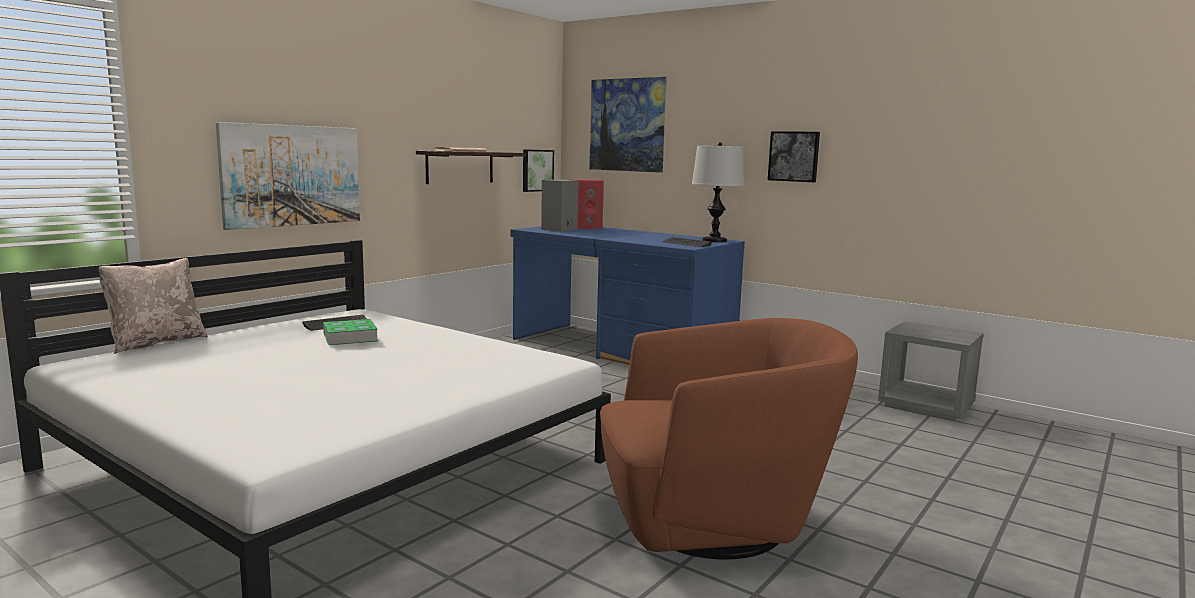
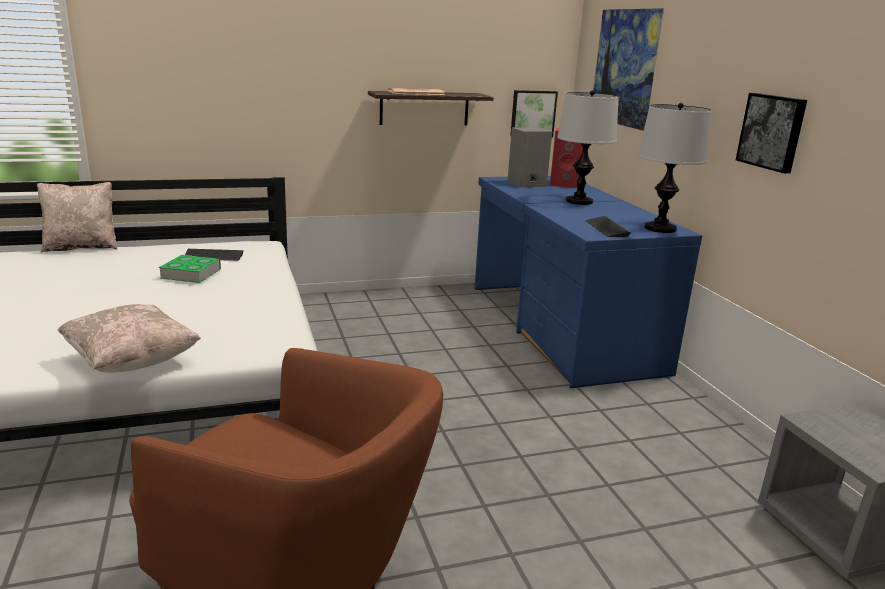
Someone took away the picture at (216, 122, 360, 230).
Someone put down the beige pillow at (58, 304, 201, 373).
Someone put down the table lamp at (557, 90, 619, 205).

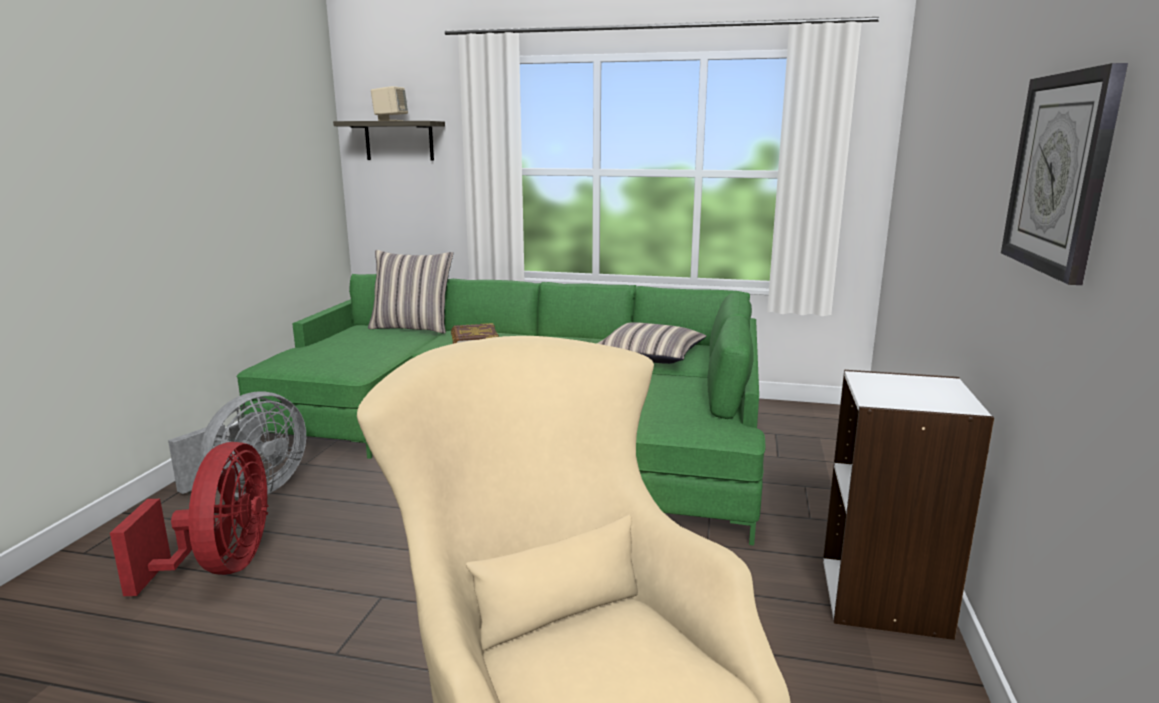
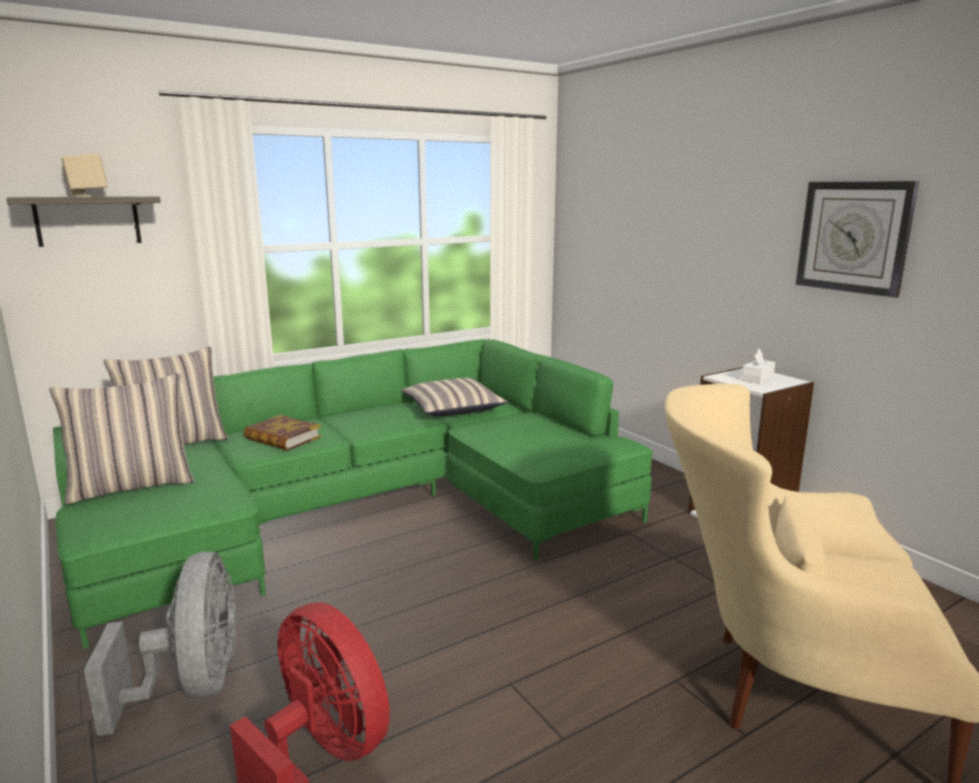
Someone put down the pillow at (49, 373, 195, 504).
Someone put down the white tissue box at (742, 349, 775, 384).

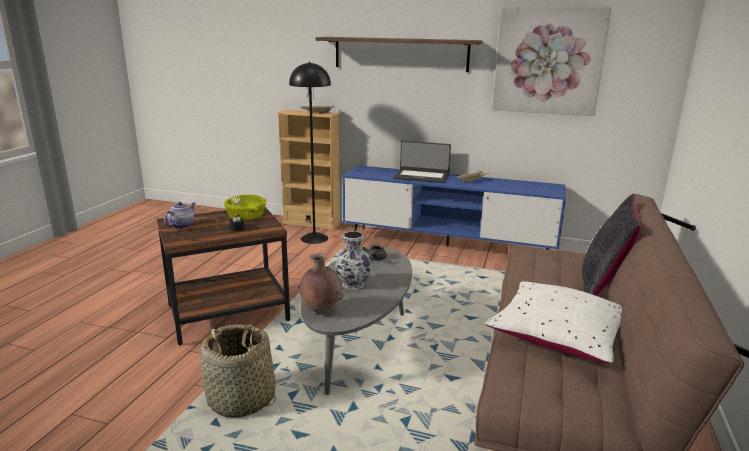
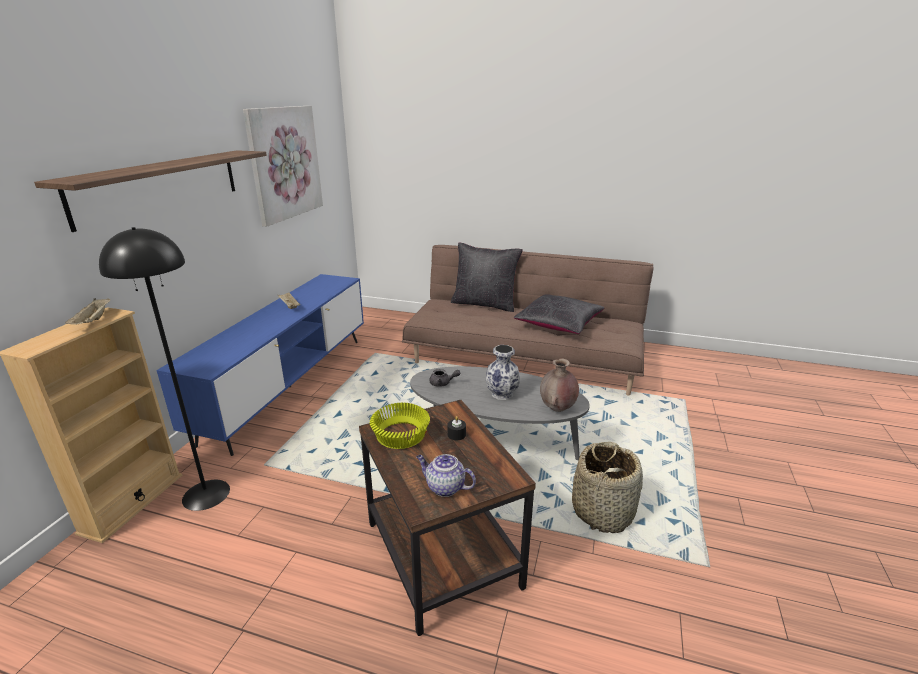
Someone took away the laptop at (393, 141, 451, 183).
Someone repainted the white pillow at (485, 281, 622, 364), which became the black pillow at (514, 294, 604, 334).

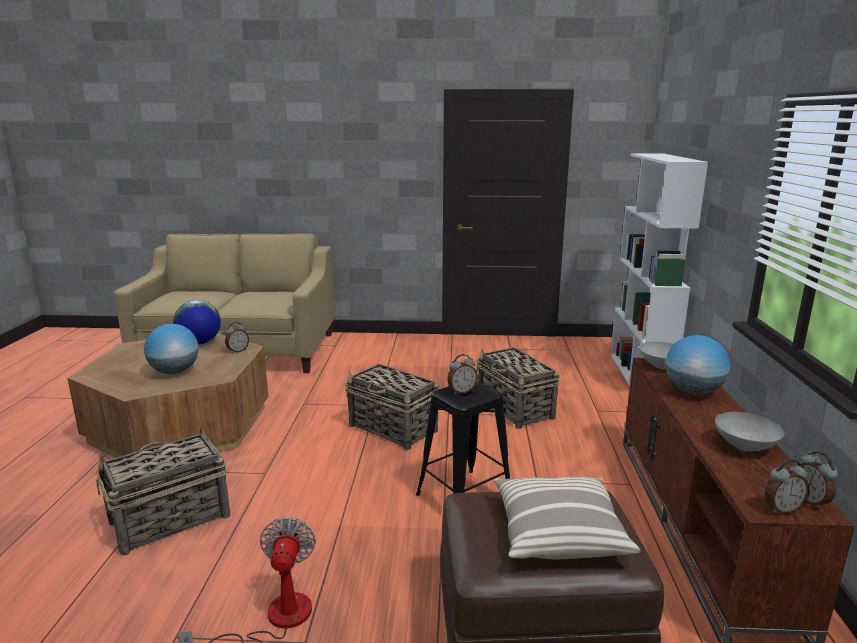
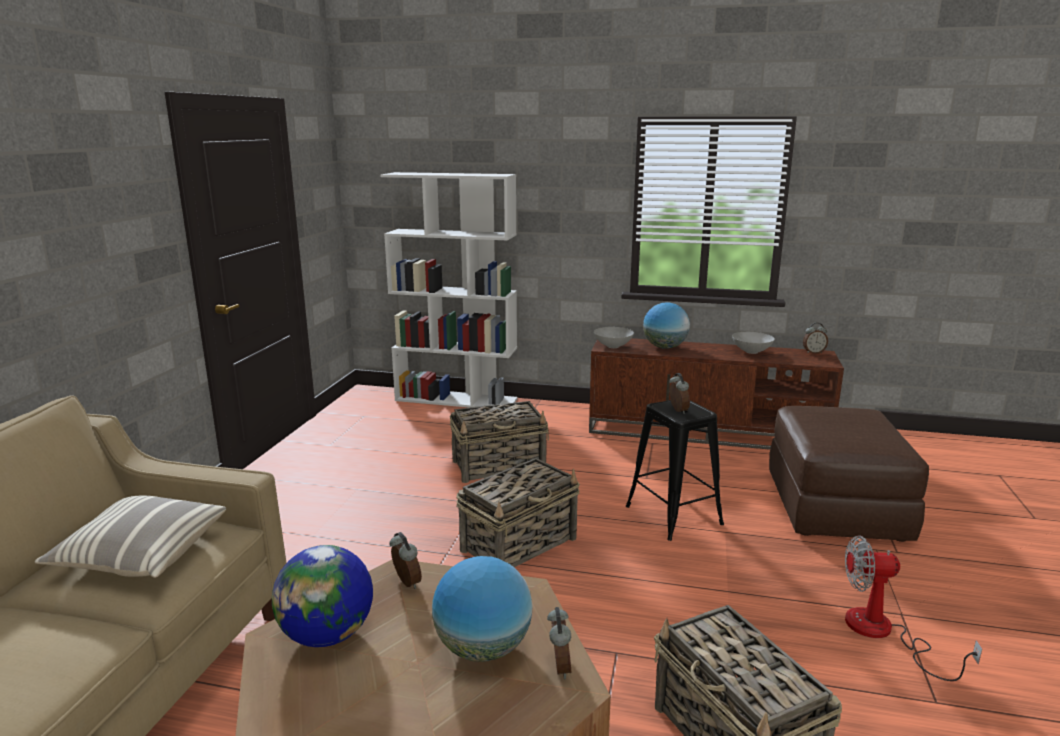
Someone carried the pillow from (494, 477, 640, 560) to (35, 496, 226, 578).
Someone carried the alarm clock from (765, 459, 809, 514) to (547, 607, 572, 679).

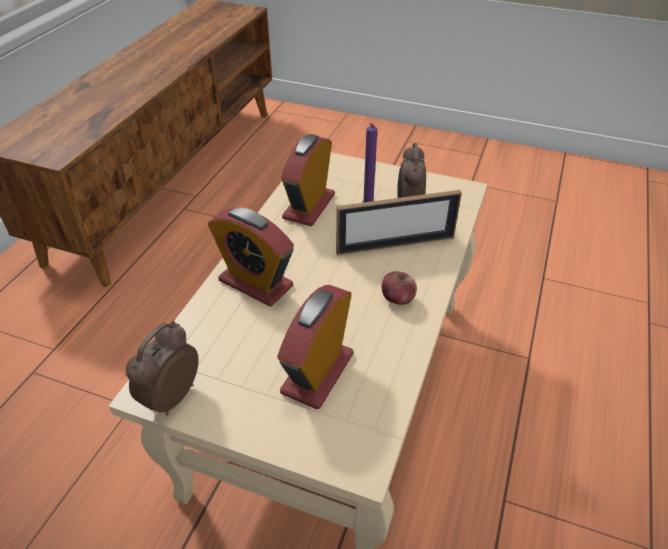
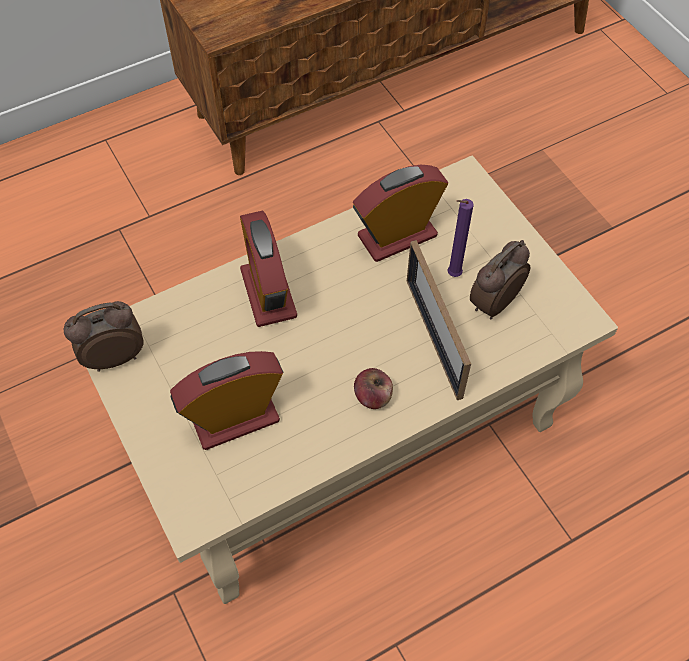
Someone rotated the picture frame at (336, 190, 462, 255) by 45 degrees clockwise.

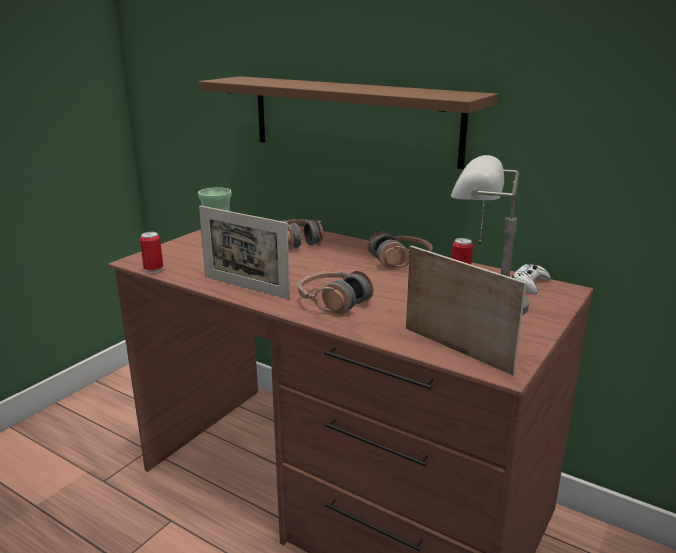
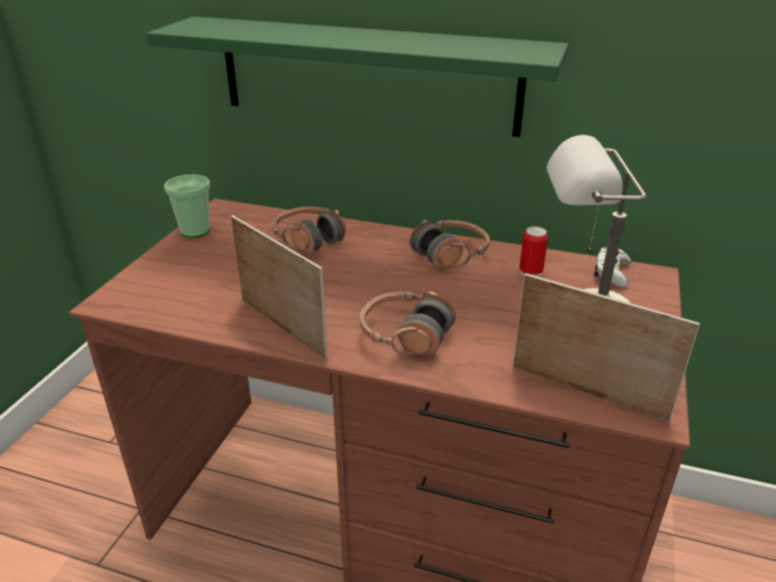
Someone took away the can at (140, 232, 163, 273).
Someone repainted the brown shelf at (199, 76, 498, 169), which became the green shelf at (146, 16, 569, 137).
Someone rotated the picture frame at (199, 206, 290, 299) by 150 degrees counterclockwise.

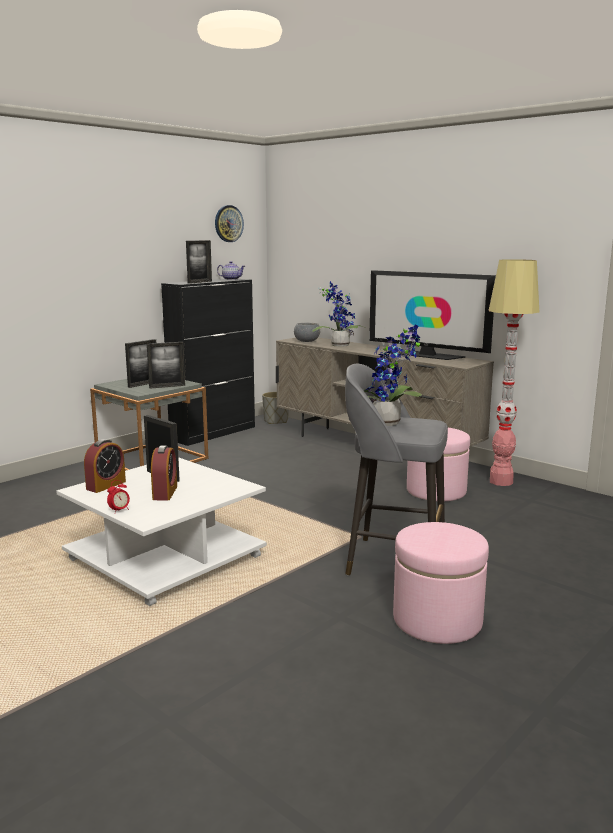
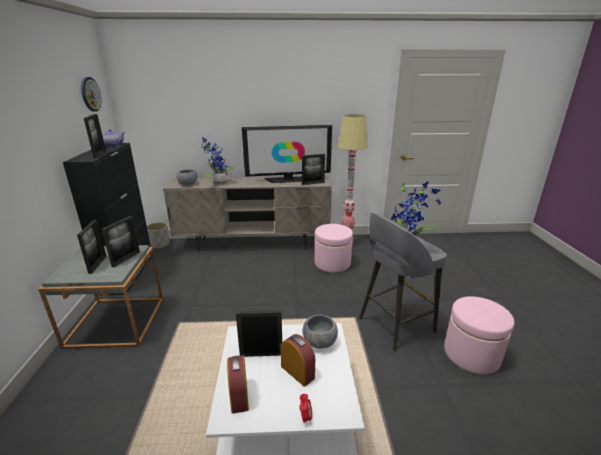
Someone put down the picture frame at (302, 154, 325, 185).
Someone put down the grey bowl at (303, 315, 338, 349).

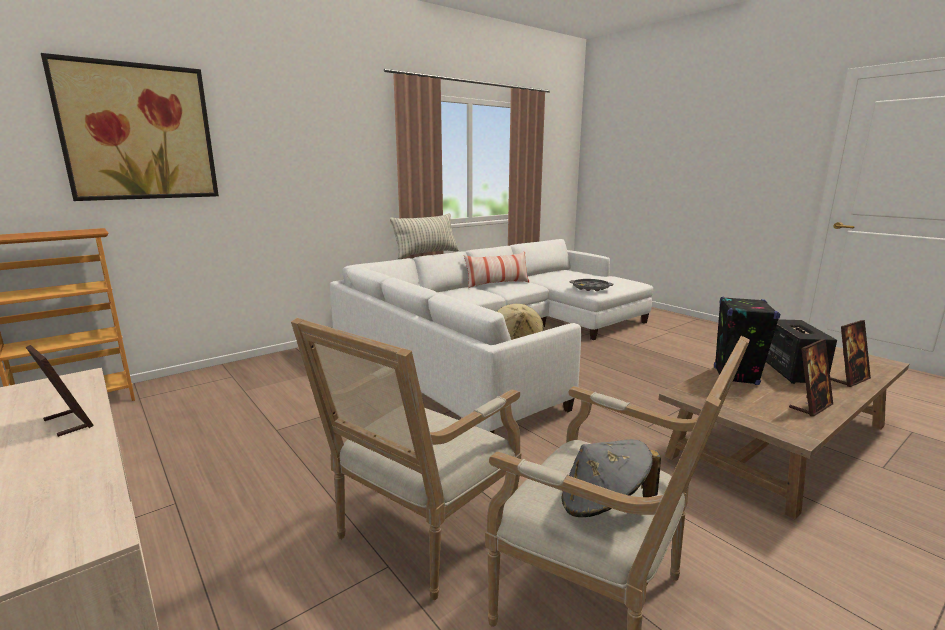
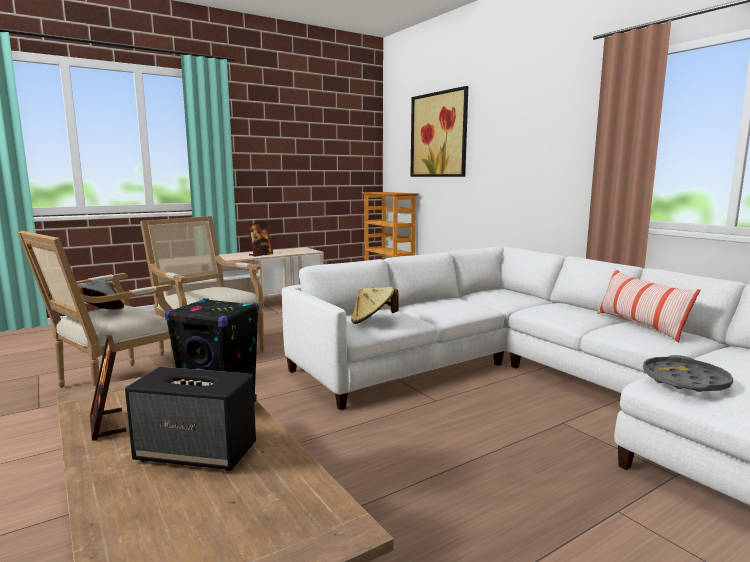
Someone took away the pillow at (390, 213, 459, 259).
Someone took away the picture frame at (830, 320, 871, 387).

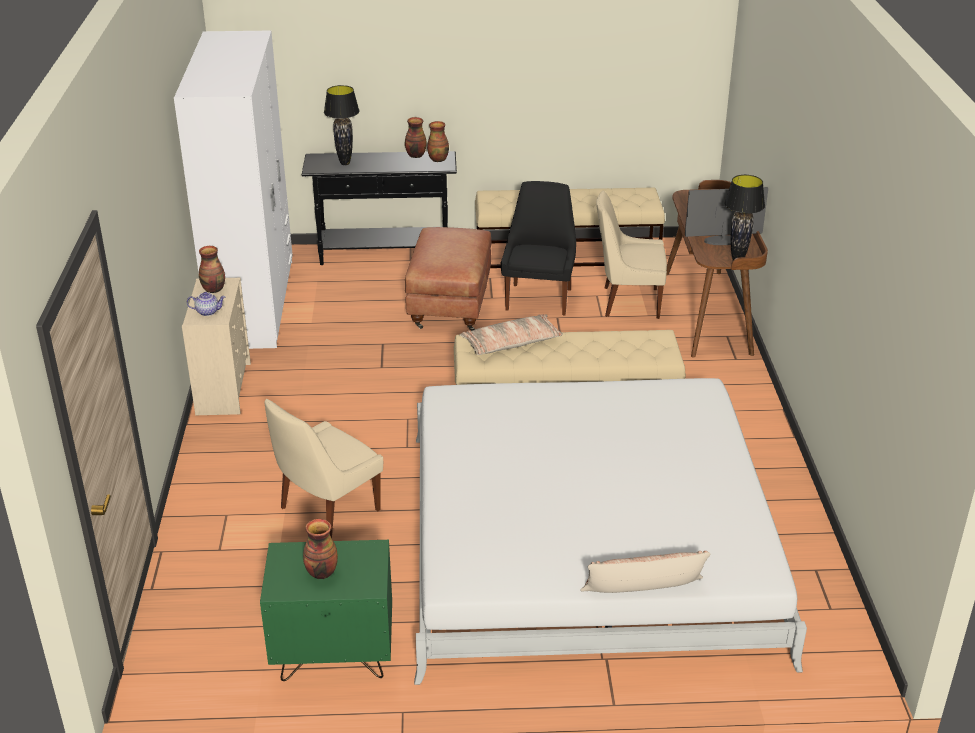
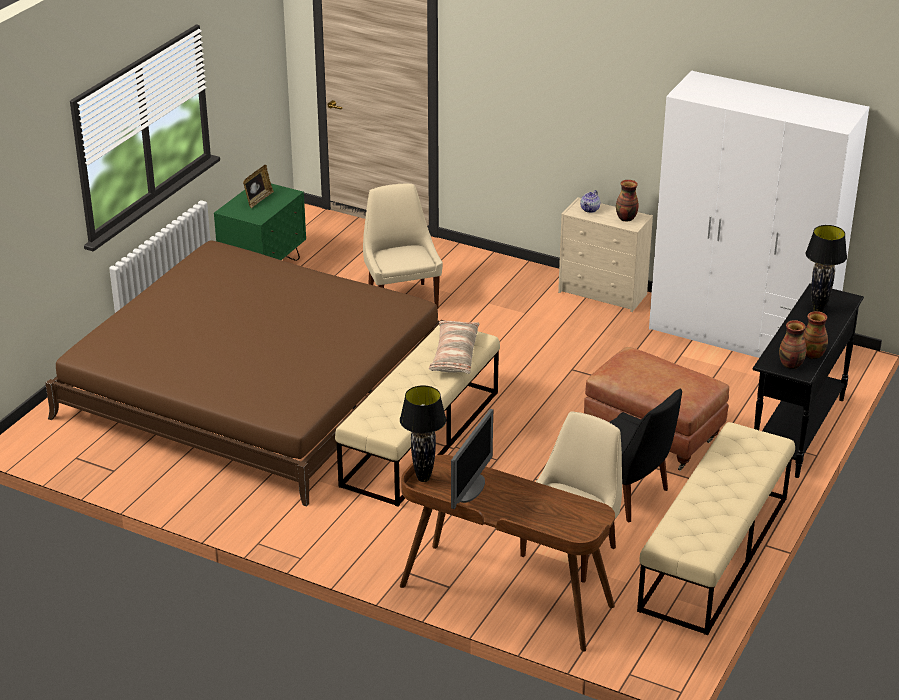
Someone swapped the vase at (303, 519, 338, 579) for the picture frame at (243, 165, 274, 208).
Someone repainted the white bed at (414, 378, 807, 685), which became the brown bed at (45, 240, 445, 507).
Someone took away the pillow at (580, 551, 710, 593).

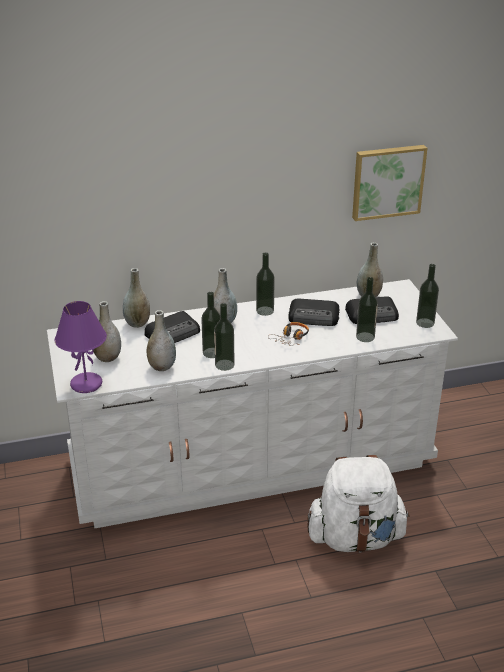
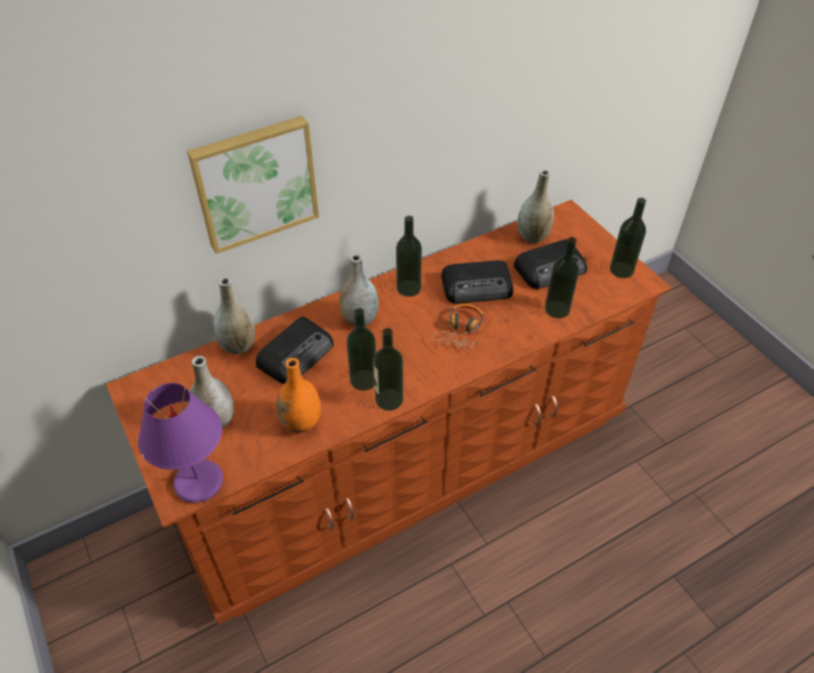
Someone repainted the white dresser at (47, 279, 458, 528), which became the brown dresser at (106, 200, 671, 625).
Someone repainted the grey vase at (146, 310, 176, 371), which became the orange vase at (276, 358, 321, 433).
Someone took away the white backpack at (307, 455, 410, 553).
Someone carried the picture from (352, 145, 427, 221) to (187, 116, 319, 254).

